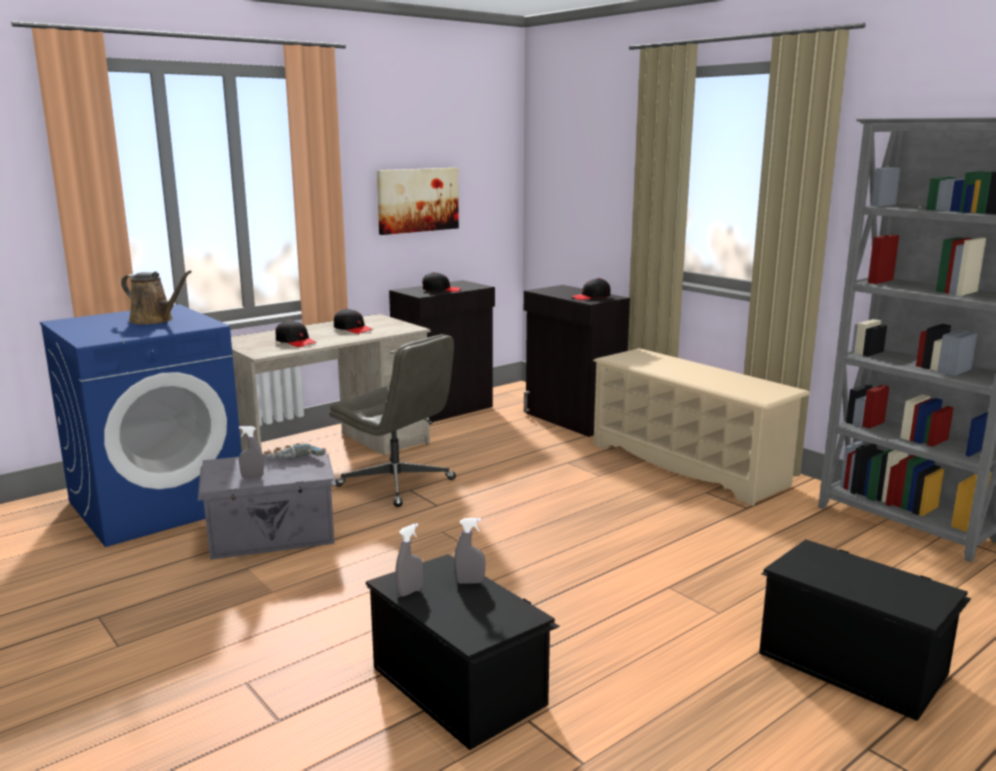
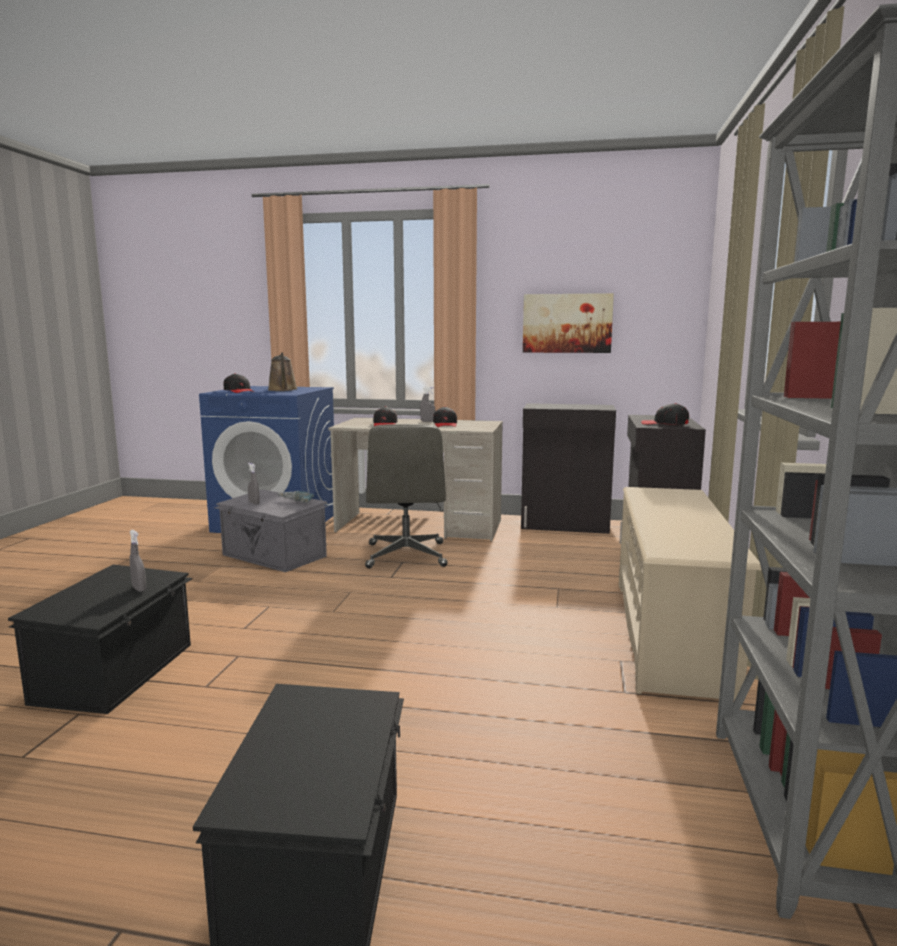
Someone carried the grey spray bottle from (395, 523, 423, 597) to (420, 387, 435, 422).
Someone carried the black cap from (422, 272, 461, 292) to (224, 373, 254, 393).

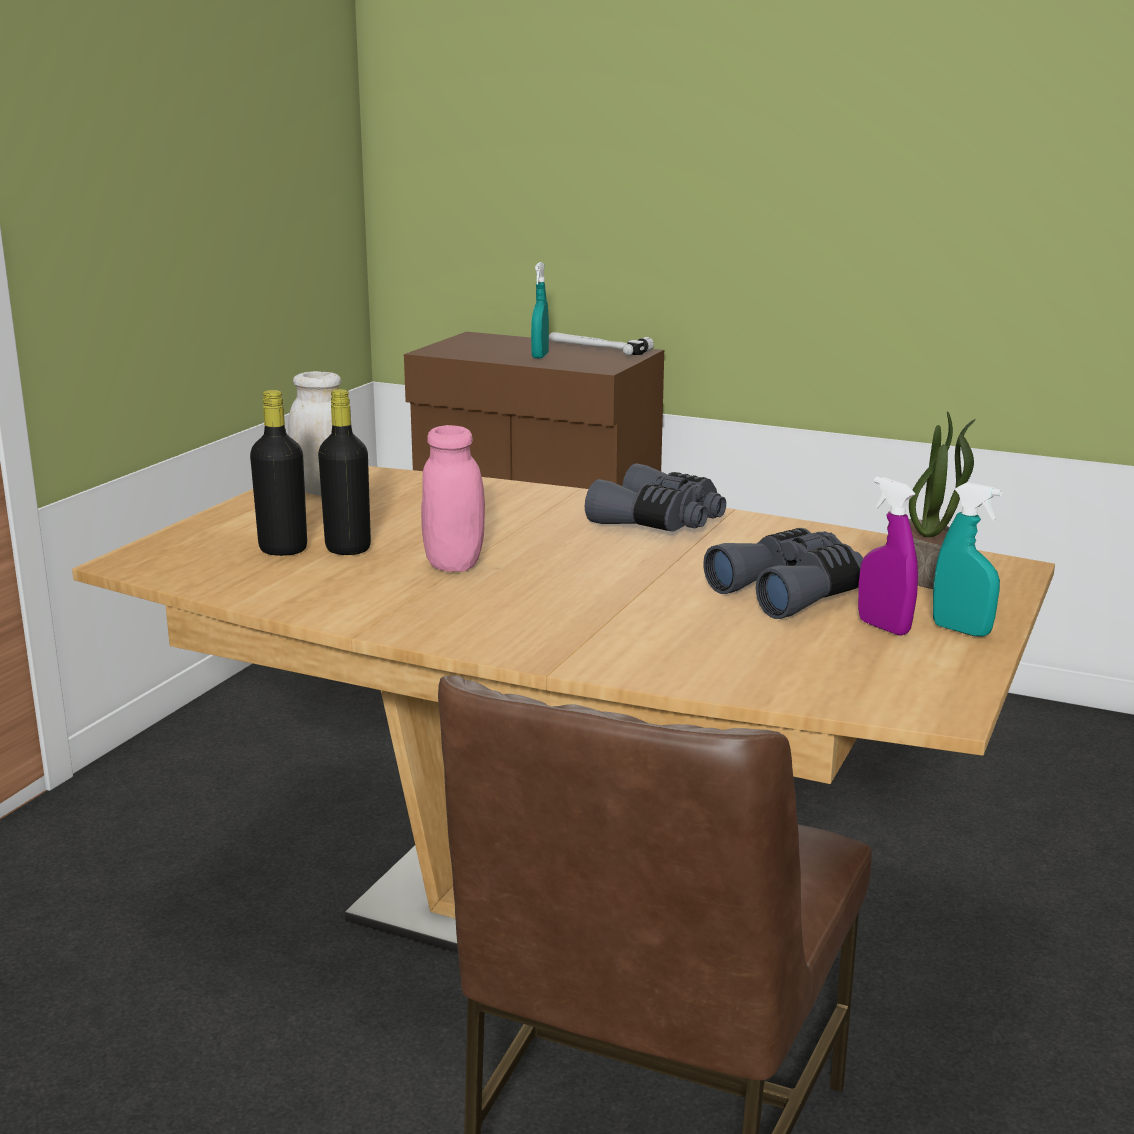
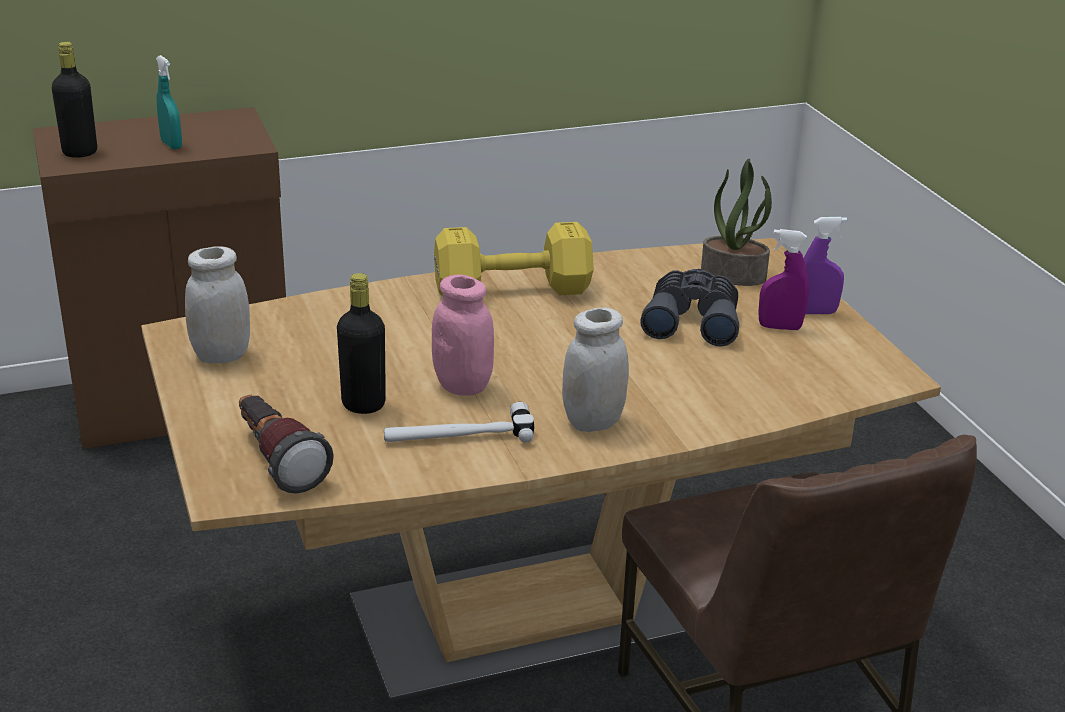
Someone carried the black bottle from (250, 390, 307, 556) to (52, 42, 97, 158).
Someone carried the hammer from (549, 332, 654, 355) to (384, 402, 534, 442).
Someone swapped the grey binoculars at (585, 463, 726, 532) for the yellow dumbbell at (434, 222, 594, 296).
Someone repainted the turquoise spray bottle at (933, 482, 1002, 637), which became the purple spray bottle at (804, 217, 847, 314).
Someone put down the flashlight at (239, 395, 334, 494).
Someone put down the white jar at (562, 307, 629, 432).

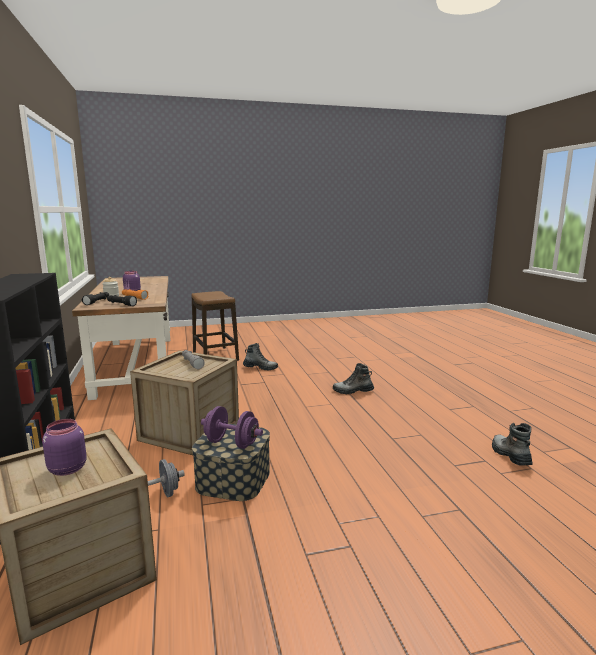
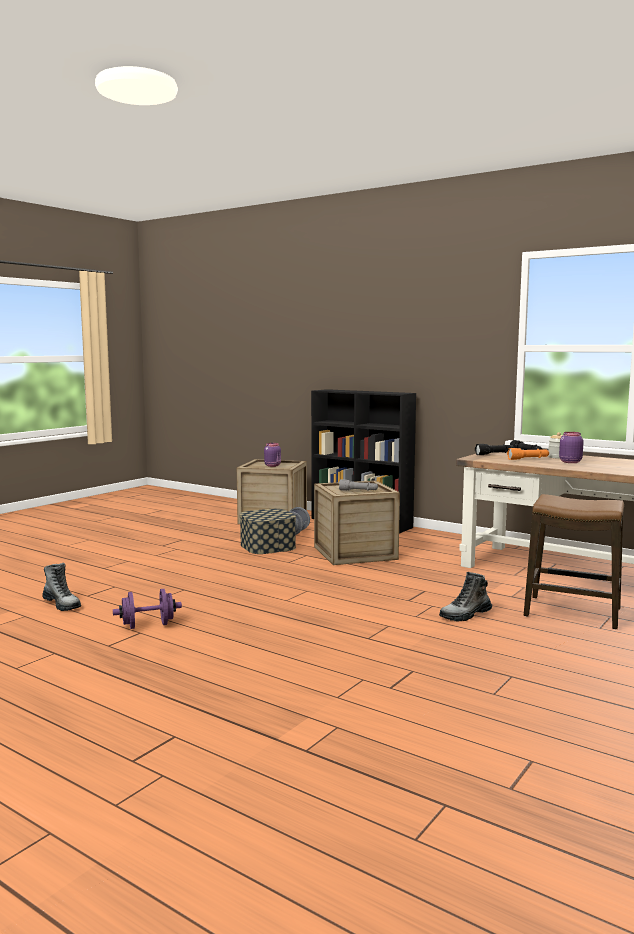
Someone carried the purple dumbbell from (201, 406, 263, 449) to (113, 589, 182, 629).
Someone took away the boot at (333, 363, 374, 394).

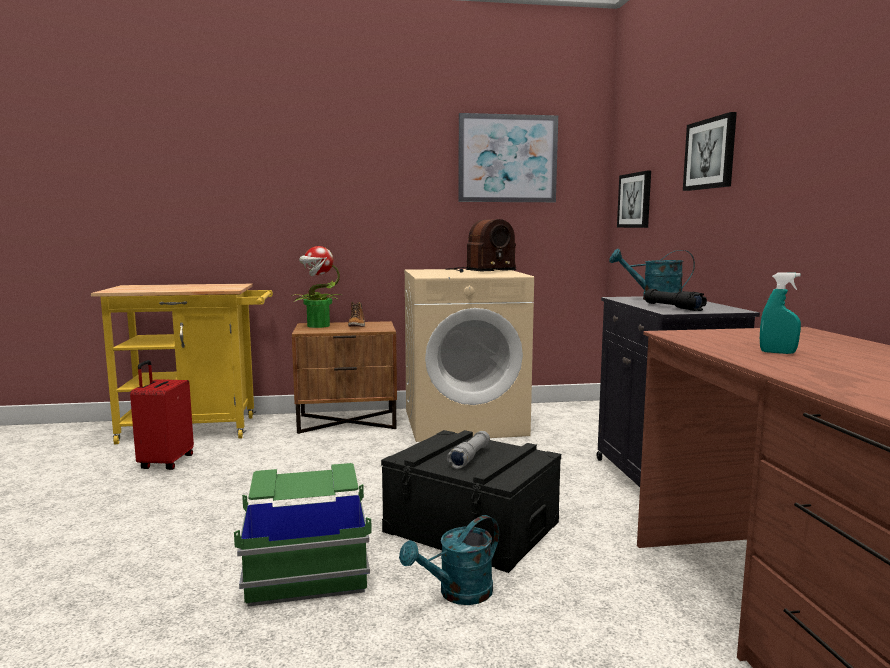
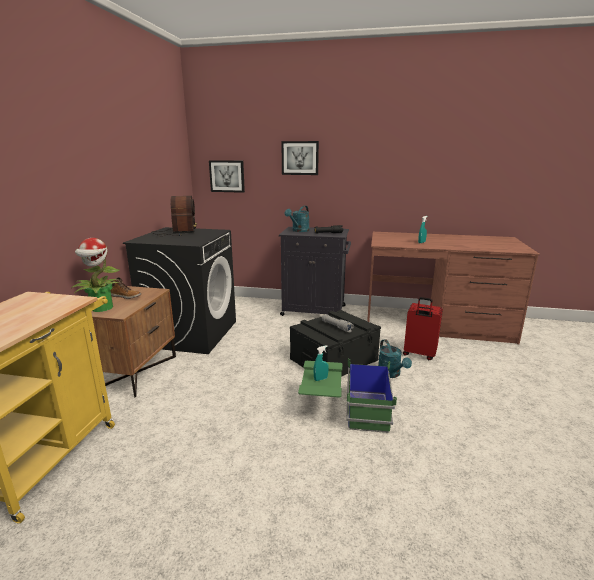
Someone carried the red suitcase from (130, 360, 194, 470) to (403, 297, 443, 360).
Someone repainted the beige washing machine at (404, 269, 534, 442), which became the black washing machine at (123, 227, 236, 354).
Someone took away the picture at (458, 113, 558, 202).
Someone put down the turquoise spray bottle at (314, 345, 329, 381).

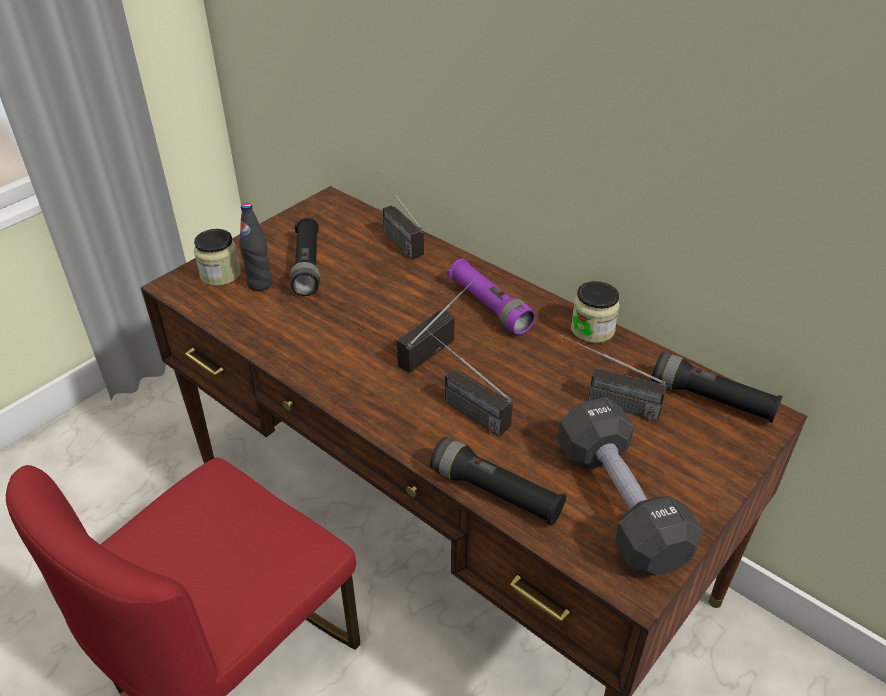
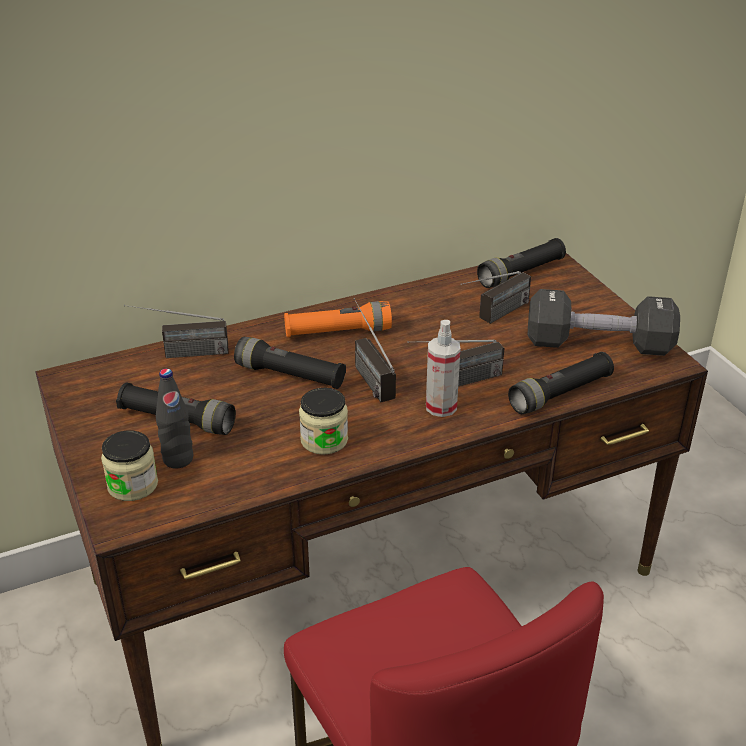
Someone repainted the purple flashlight at (448, 258, 536, 335), which became the orange flashlight at (284, 301, 392, 337).
Someone carried the jar from (571, 281, 620, 343) to (299, 388, 348, 455).
Someone put down the black flashlight at (234, 337, 346, 389).
Someone put down the spray bottle at (426, 320, 460, 417).

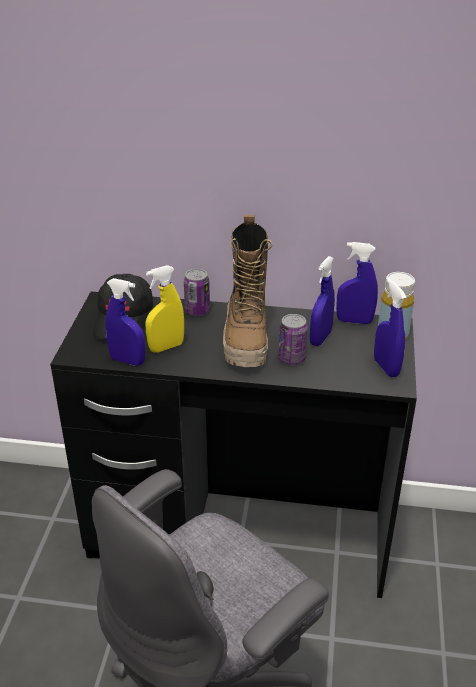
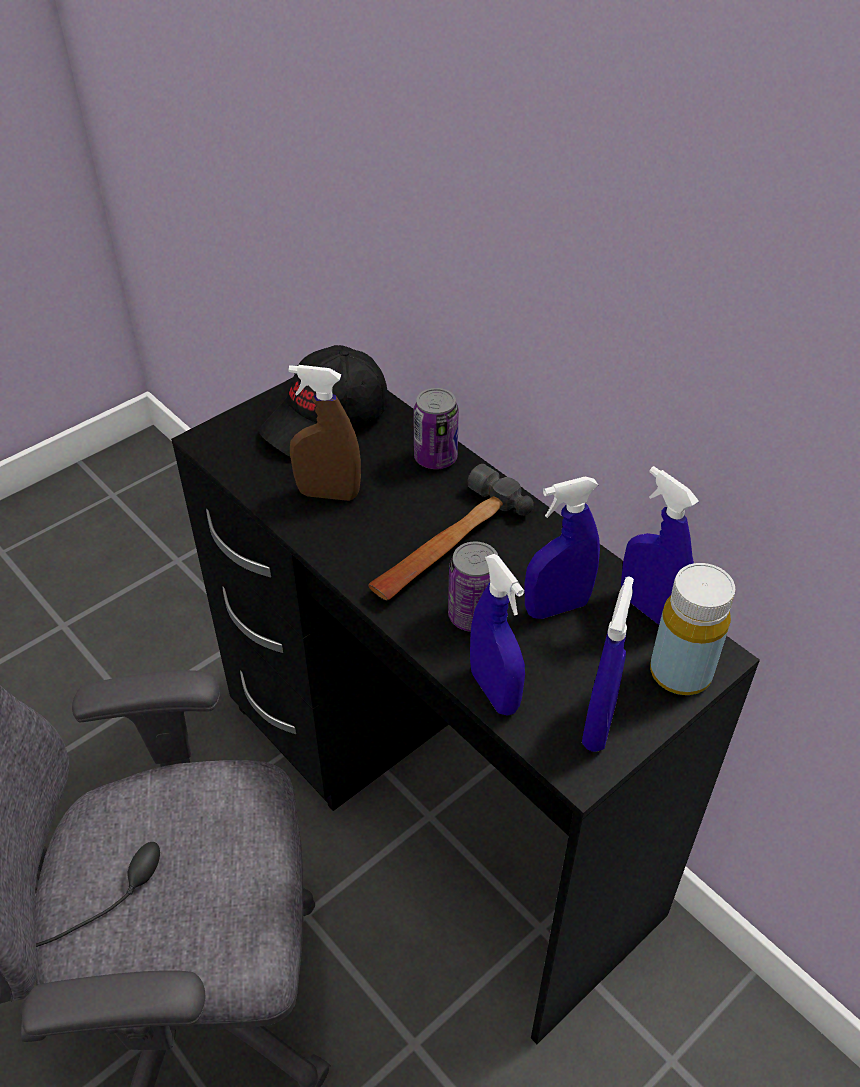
Someone carried the blue spray bottle from (105, 278, 145, 366) to (470, 554, 525, 716).
Someone repainted the yellow spray bottle at (145, 265, 184, 353), which became the brown spray bottle at (289, 365, 361, 501).
Someone swapped the boot at (223, 215, 272, 367) for the hammer at (368, 464, 534, 600).

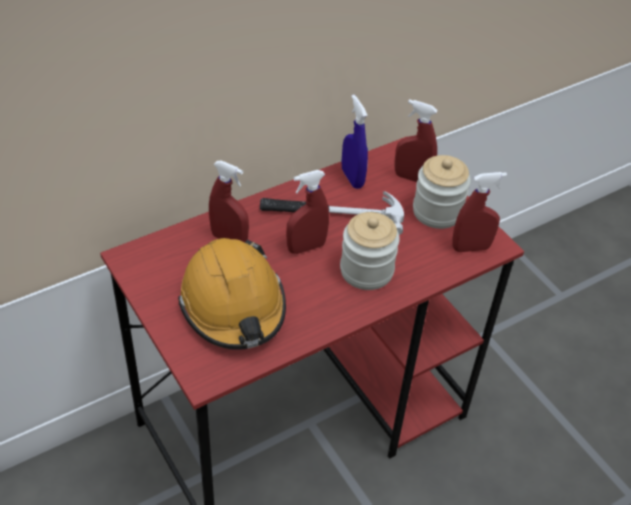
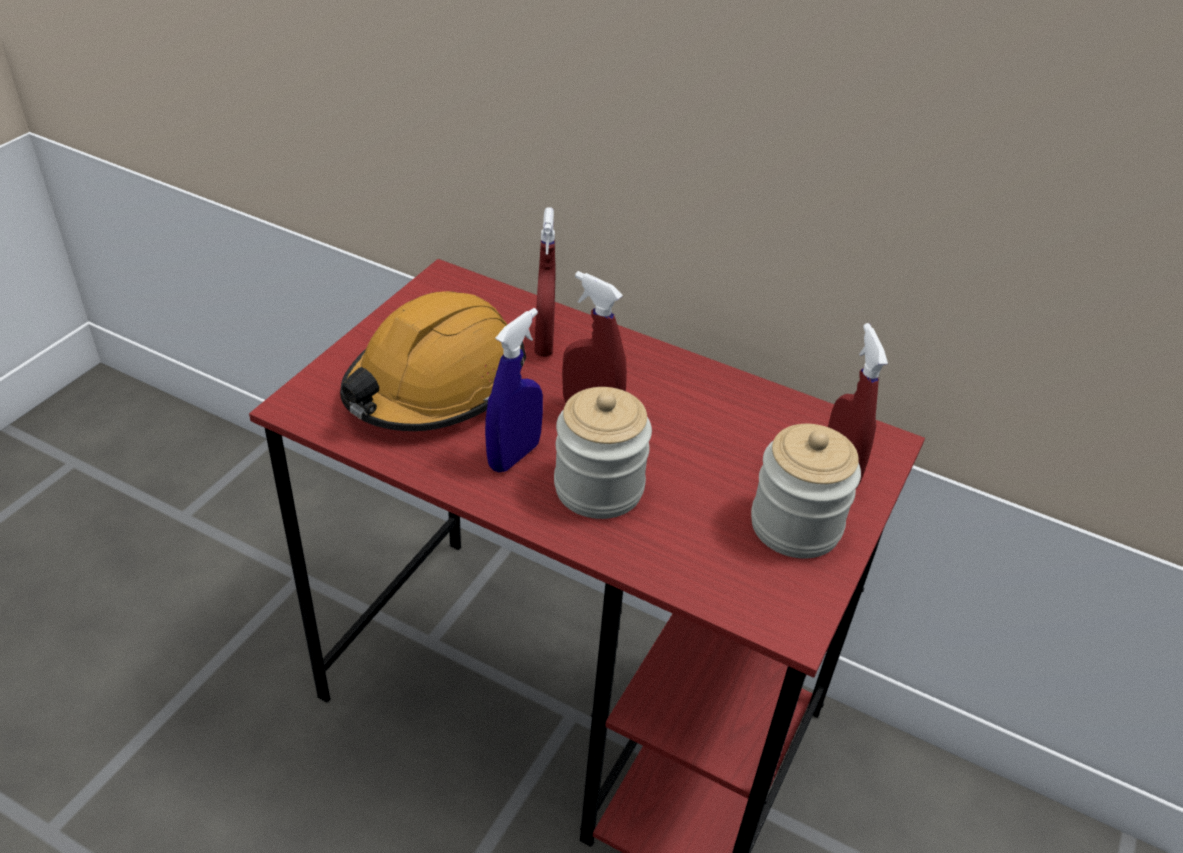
Someone took away the hammer at (260, 191, 404, 235).
Someone carried the blue spray bottle from (341, 95, 368, 189) to (485, 308, 543, 472).
Someone took away the red spray bottle at (452, 172, 507, 252).

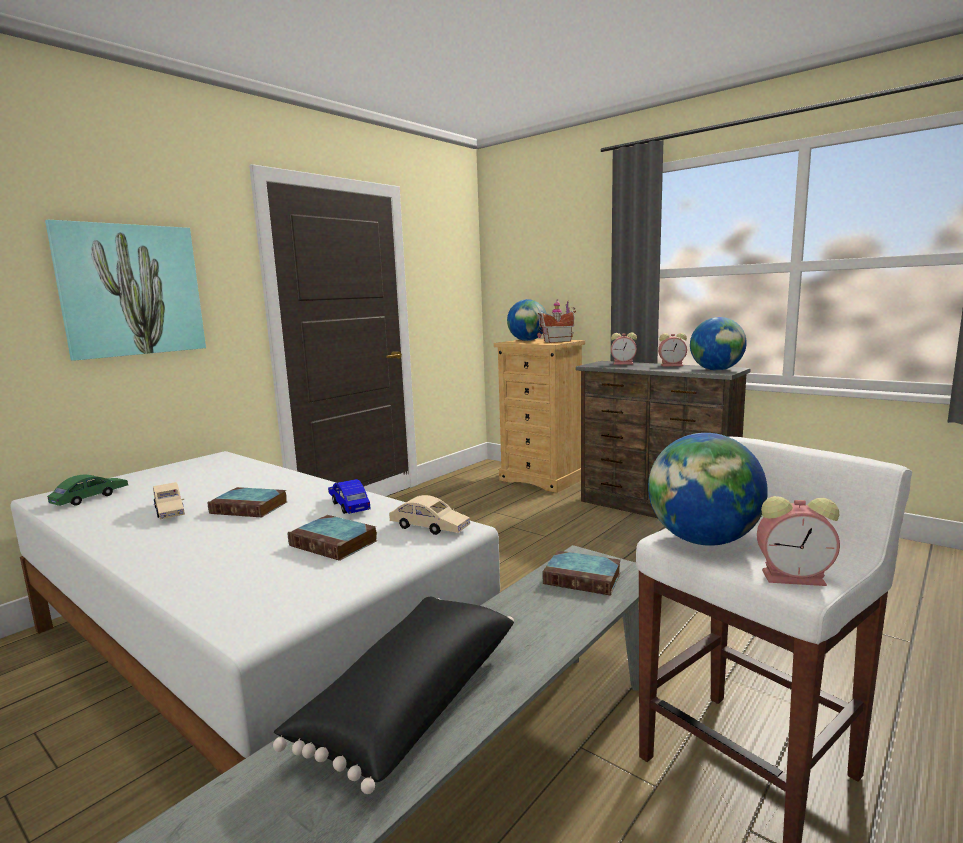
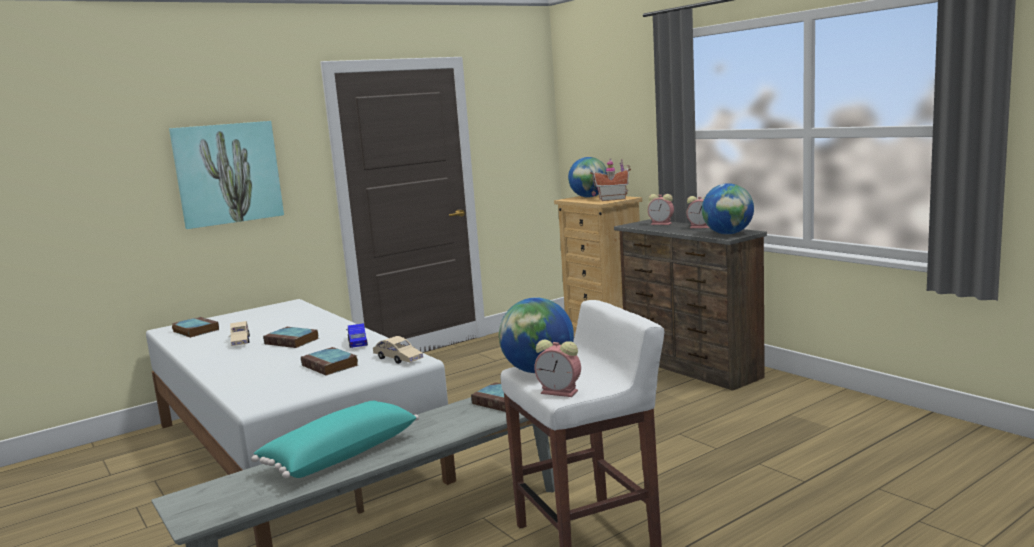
Someone swapped the green toy car at (47, 475, 128, 506) for the book at (172, 317, 219, 338).
Someone repainted the black pillow at (273, 597, 514, 794), which became the turquoise pillow at (251, 401, 419, 478).

